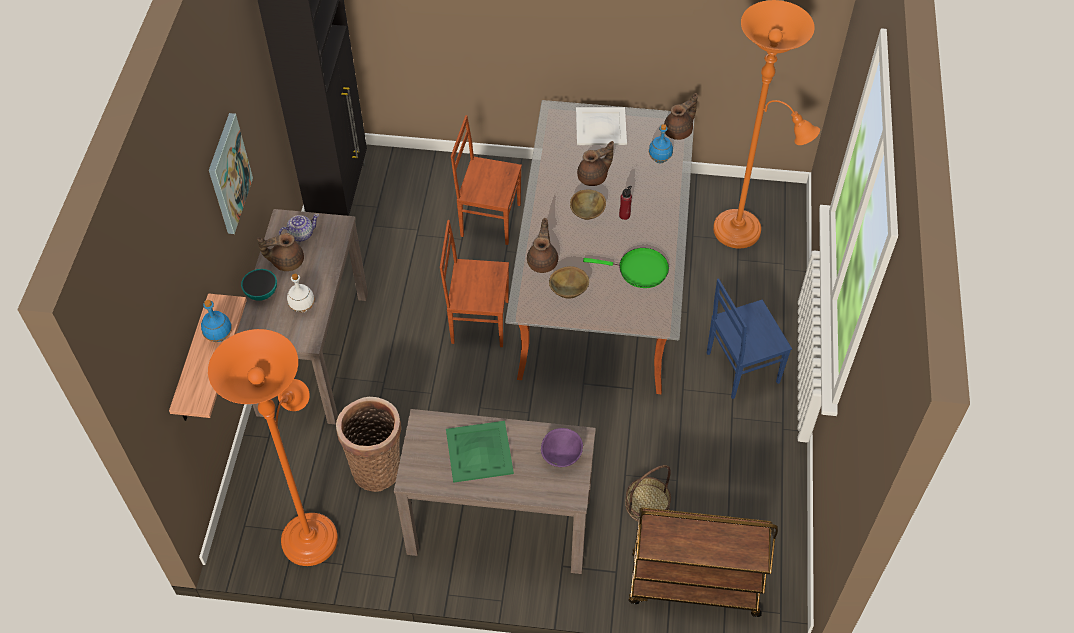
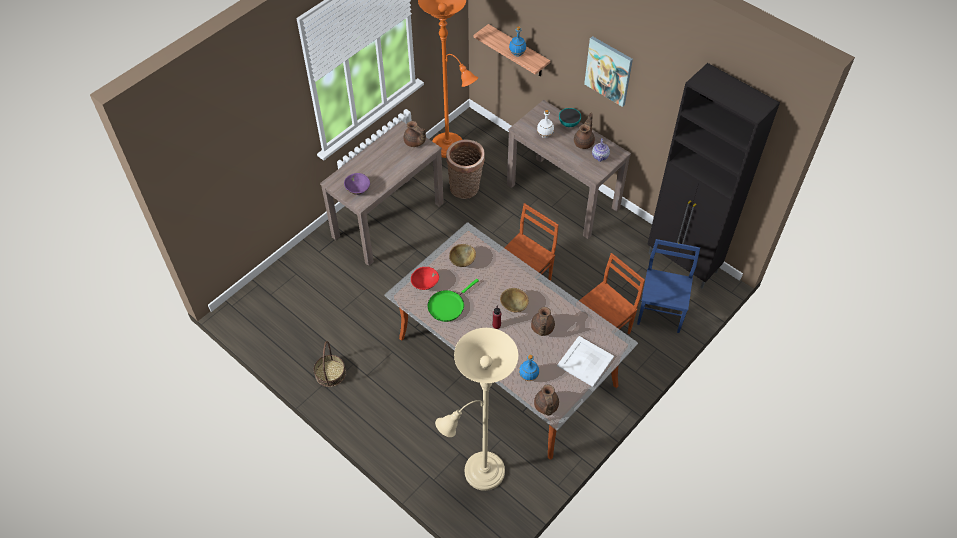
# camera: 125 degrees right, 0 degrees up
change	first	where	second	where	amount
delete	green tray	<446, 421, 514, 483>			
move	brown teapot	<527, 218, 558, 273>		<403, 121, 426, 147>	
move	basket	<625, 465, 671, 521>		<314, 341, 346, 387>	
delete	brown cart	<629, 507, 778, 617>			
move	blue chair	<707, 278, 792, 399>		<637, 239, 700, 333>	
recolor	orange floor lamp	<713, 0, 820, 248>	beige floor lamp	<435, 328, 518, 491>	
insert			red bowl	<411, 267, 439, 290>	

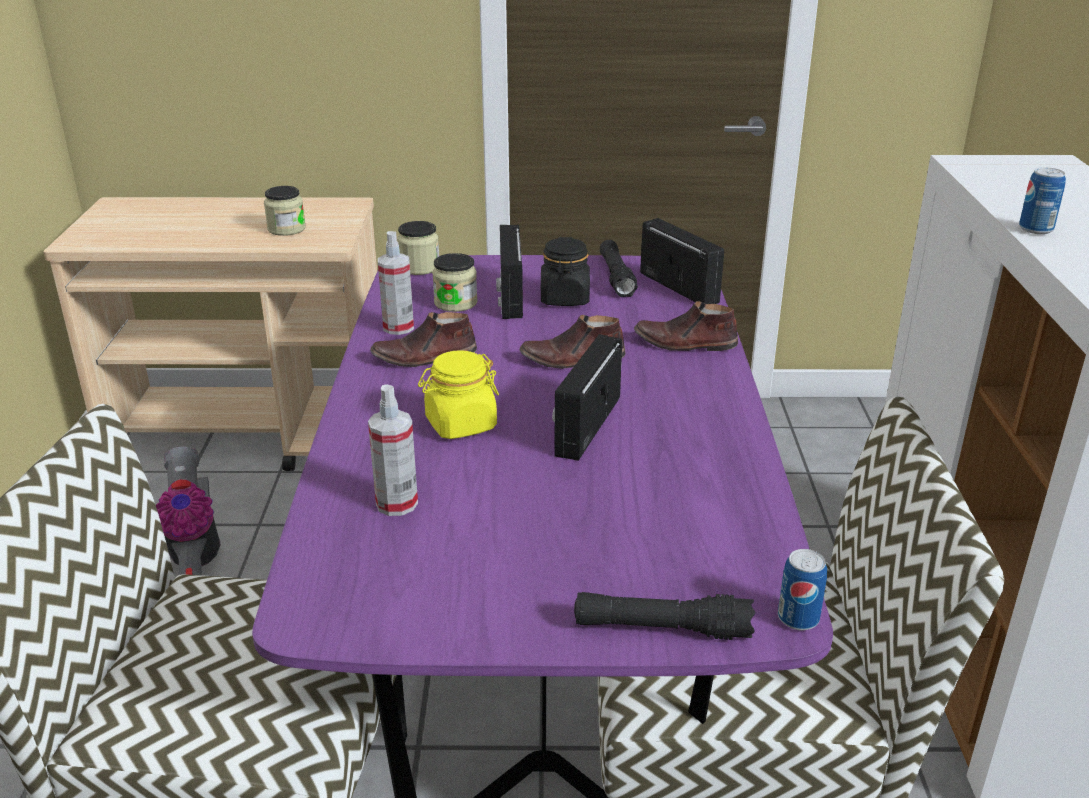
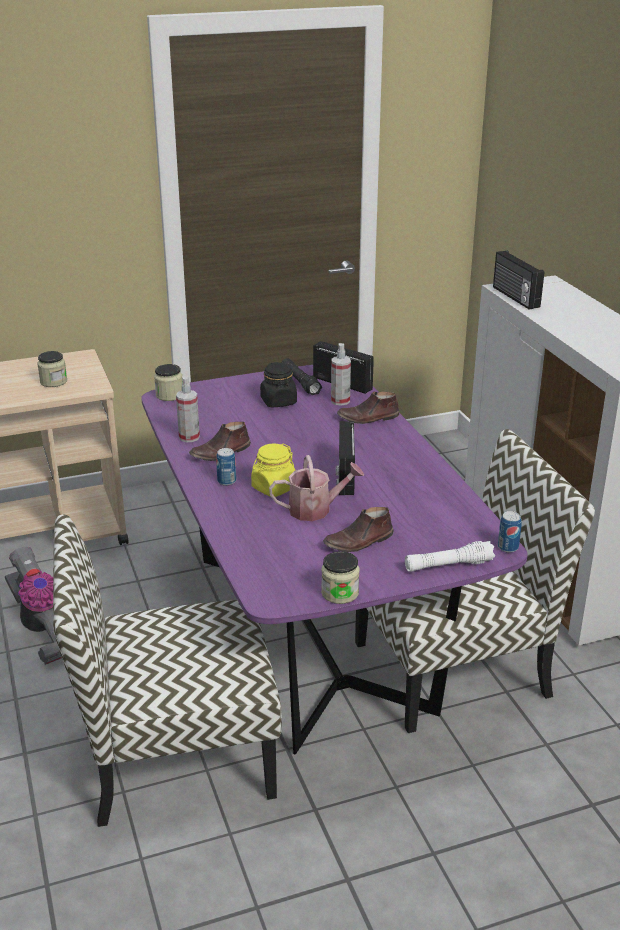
# camera: 20 degrees left, 0 degrees up
change	first	where	second	where	amount
move	spray bottle	<368, 384, 418, 516>		<331, 343, 351, 406>	
move	jar	<432, 253, 478, 312>		<321, 551, 360, 604>	
move	radio	<496, 225, 523, 319>		<493, 250, 544, 309>	
move	brown shoe	<520, 315, 625, 369>		<323, 507, 393, 552>	
recolor	black flashlight	<574, 592, 755, 640>	white flashlight	<405, 541, 495, 572>	
move	can	<1019, 167, 1066, 234>		<216, 448, 236, 486>	
insert			watering can	<269, 455, 364, 521>	

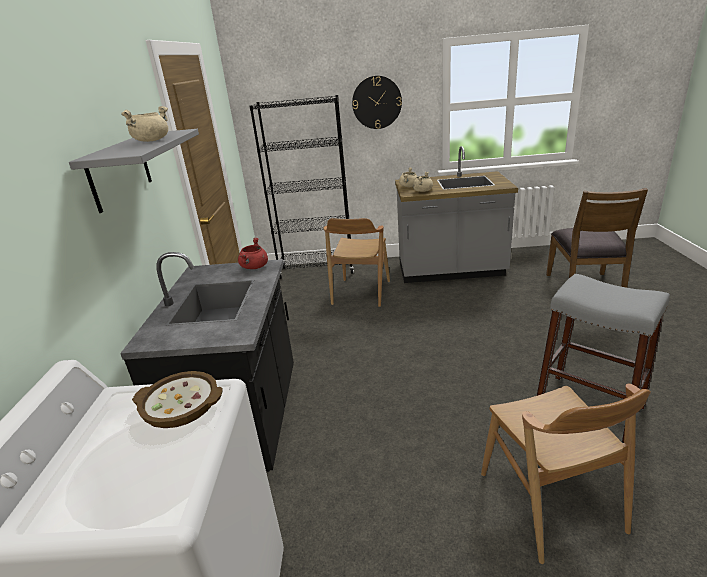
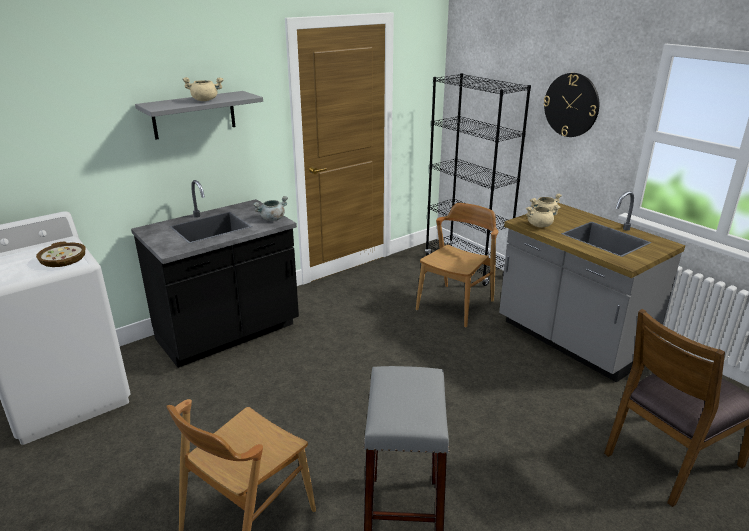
# camera: 50 degrees right, 0 degrees up
change	first	where	second	where	amount
recolor	red cooking pot	<238, 238, 268, 269>	grey cooking pot	<252, 196, 288, 221>	
rotate	brown chair	<323, 218, 390, 307>		<416, 203, 498, 328>	150 degrees clockwise

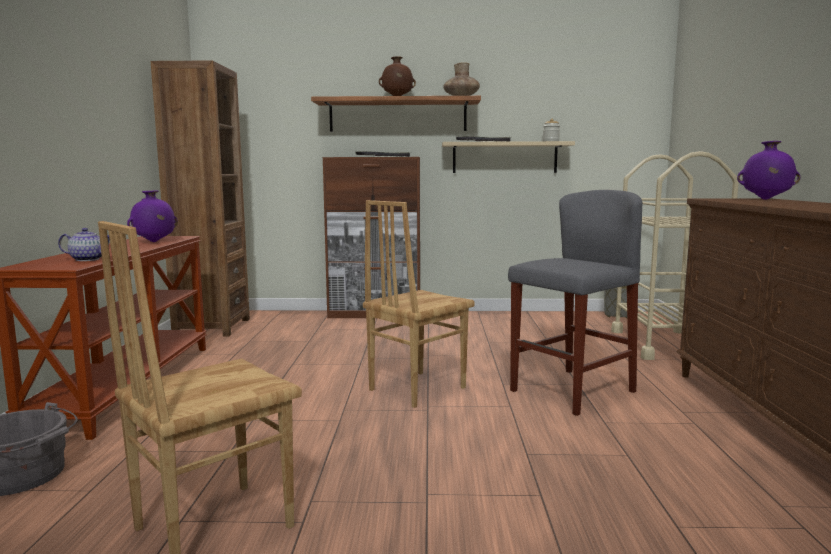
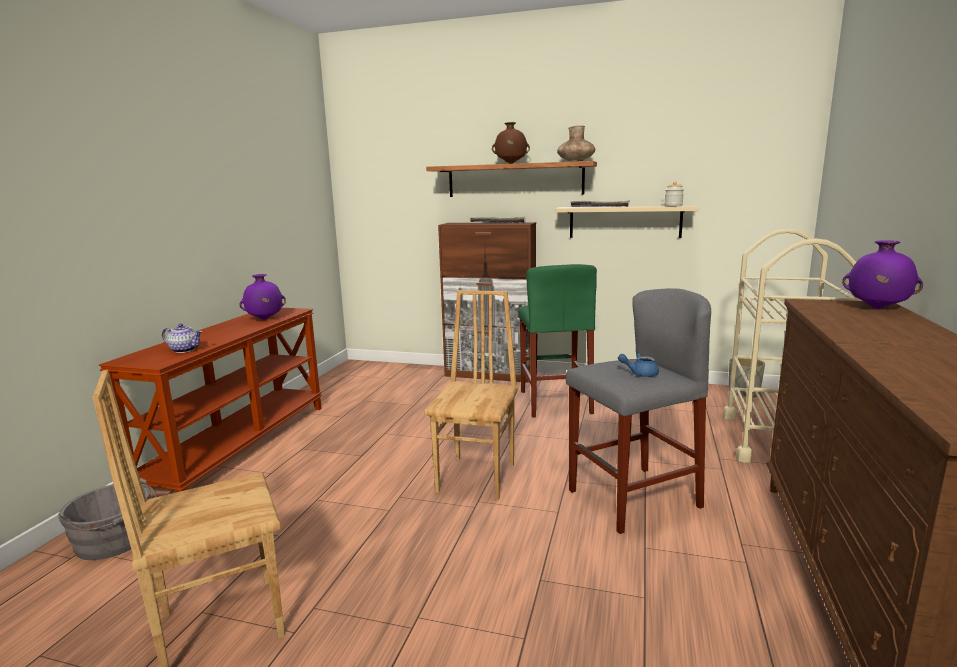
# camera: 15 degrees right, 5 degrees up
change	first	where	second	where	amount
delete	brown bookcase	<151, 60, 250, 336>			
rotate	brown chair	<363, 200, 475, 408>		<425, 290, 518, 500>	135 degrees clockwise
insert			green stool	<519, 264, 597, 418>	
insert			blue teapot	<618, 353, 659, 377>	

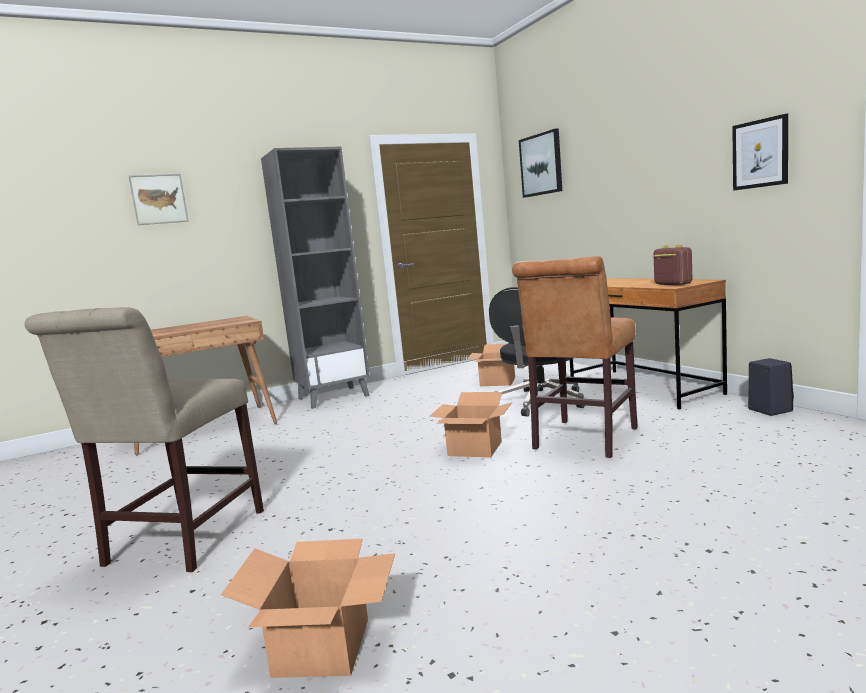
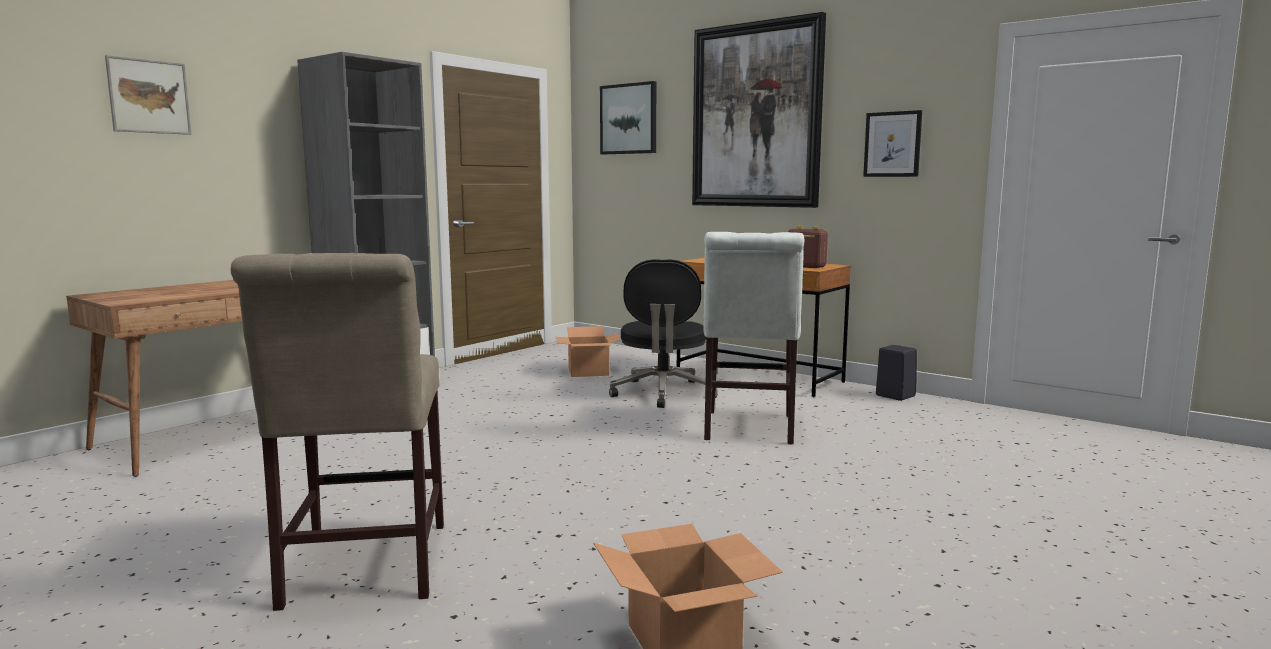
# camera: 25 degrees left, 0 degrees up
change	first	where	second	where	amount
delete	cardboard box	<429, 392, 512, 458>			
recolor	brown chair	<512, 256, 638, 458>	white chair	<703, 232, 805, 445>	
insert			picture	<692, 12, 826, 208>	

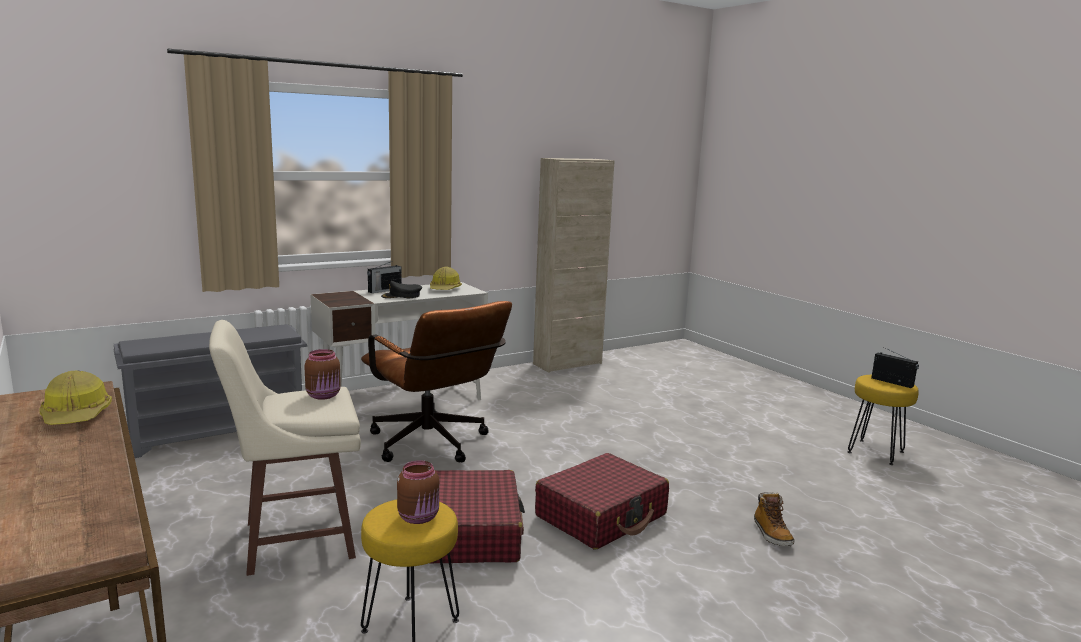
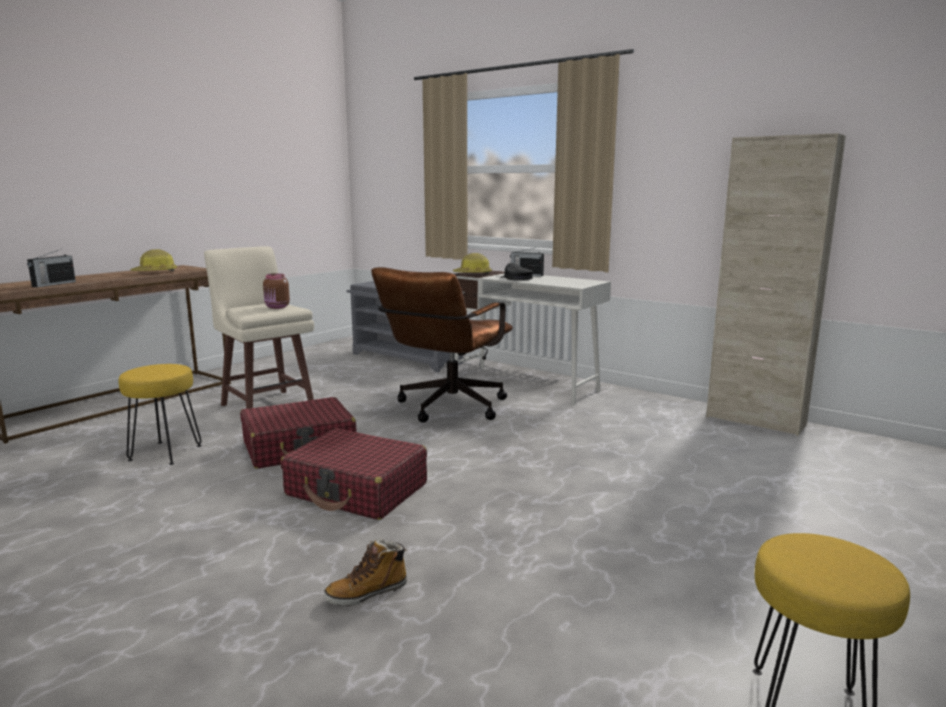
# camera: 70 degrees right, 0 degrees up
change	first	where	second	where	amount
delete	brown jar	<397, 460, 439, 524>			
move	hard hat	<430, 267, 462, 290>		<453, 253, 492, 274>	
move	radio	<871, 348, 919, 388>		<27, 248, 76, 288>	

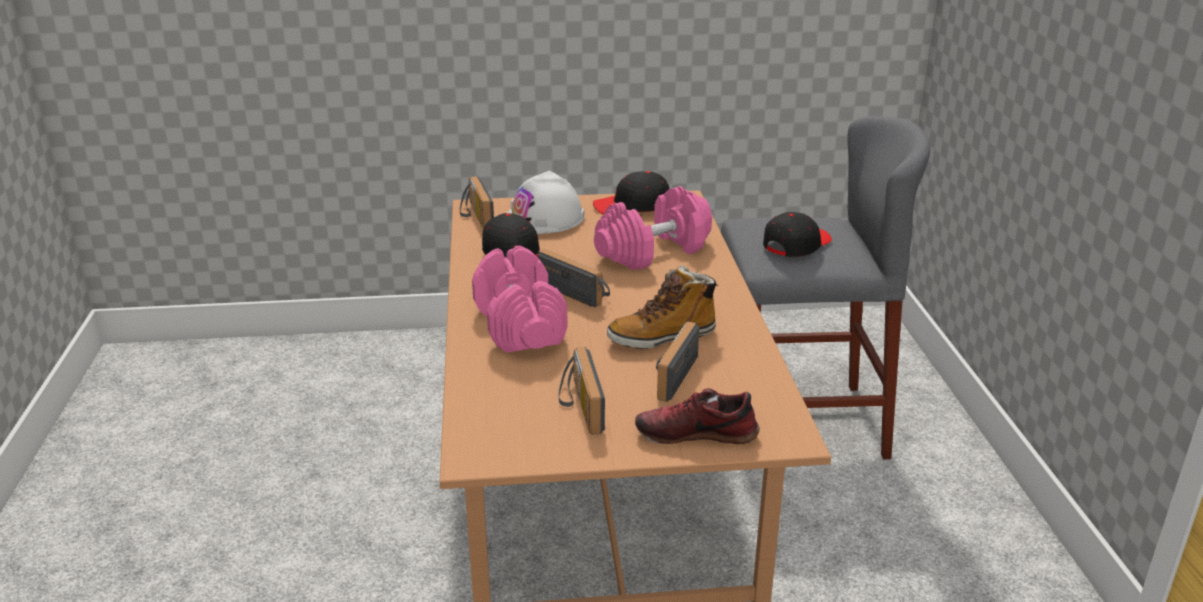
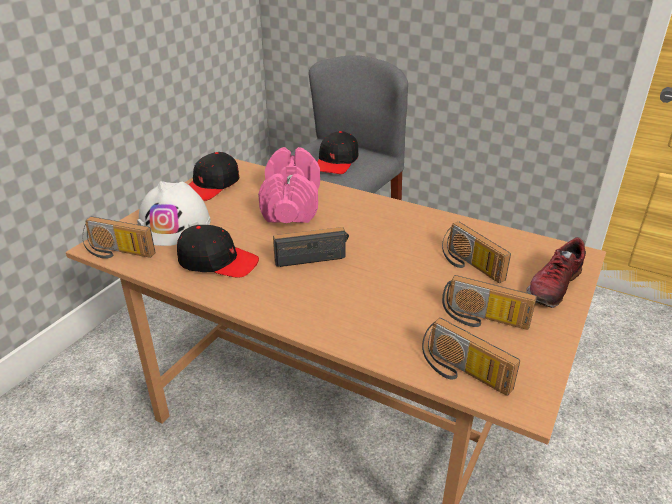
# camera: 55 degrees left, 5 degrees up
change	first	where	second	where	amount
delete	pink dumbbell	<472, 246, 567, 353>			
delete	boot	<607, 266, 718, 349>			
rotate	black cap	<763, 212, 832, 257>		<317, 131, 358, 174>	150 degrees counterclockwise
insert			radio	<422, 318, 520, 396>	

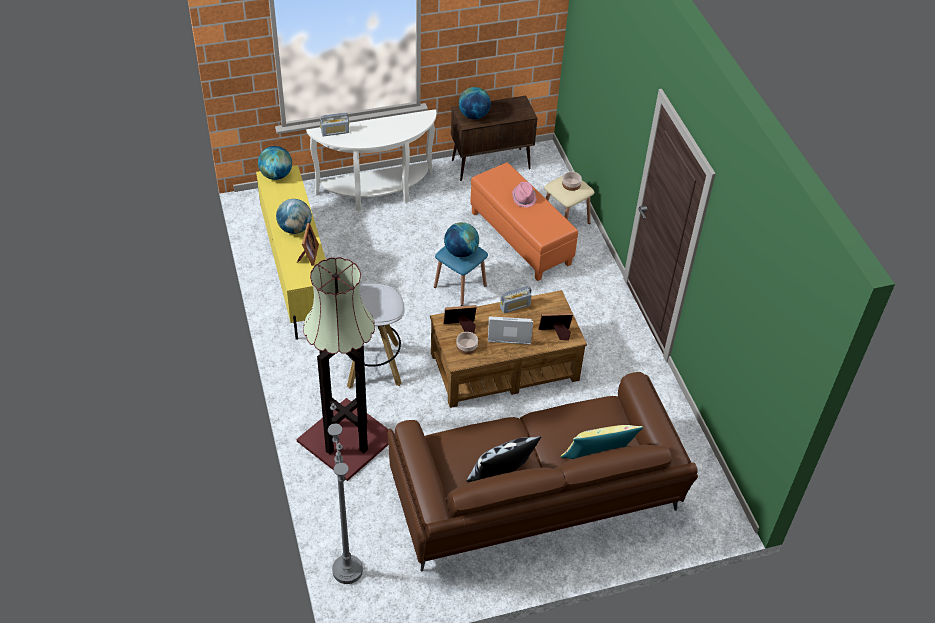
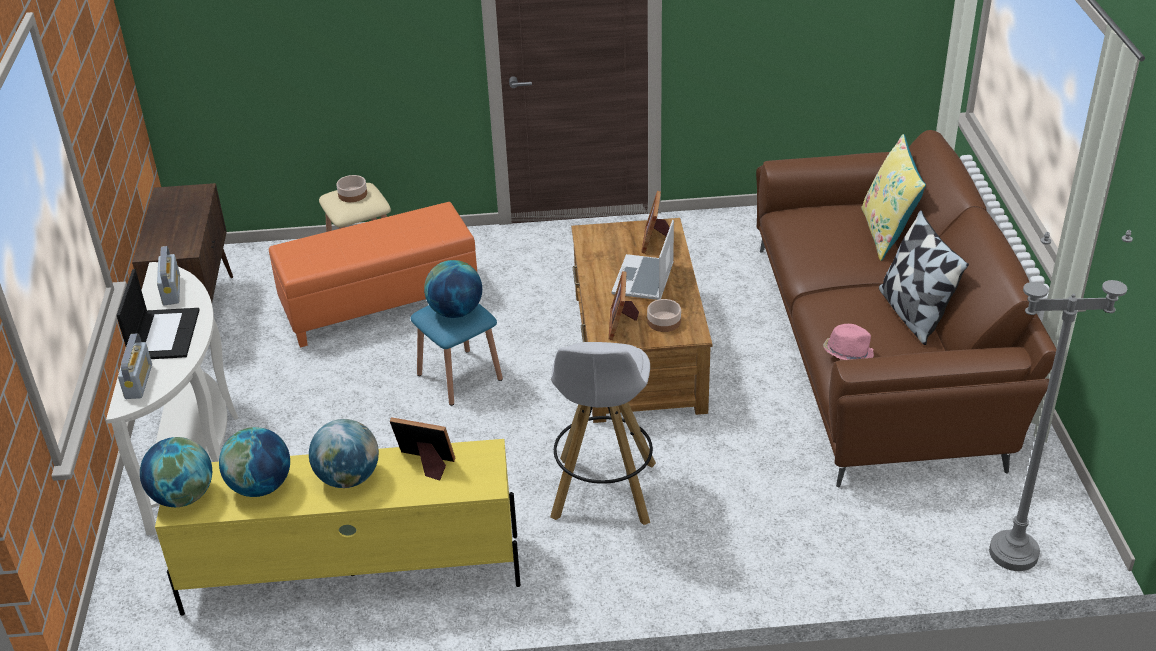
# camera: 75 degrees left, 10 degrees down
change	first	where	second	where	amount
delete	floor lamp	<297, 257, 389, 481>			
move	globe	<459, 87, 491, 120>		<219, 427, 290, 497>	
move	radio	<500, 286, 532, 313>		<157, 246, 180, 305>	
move	pink hat	<512, 182, 537, 208>		<823, 324, 874, 360>	
insert			laptop	<116, 269, 200, 359>	

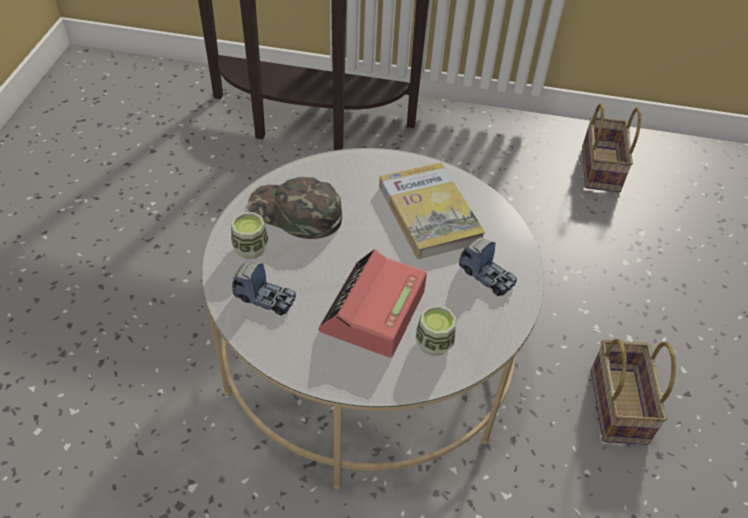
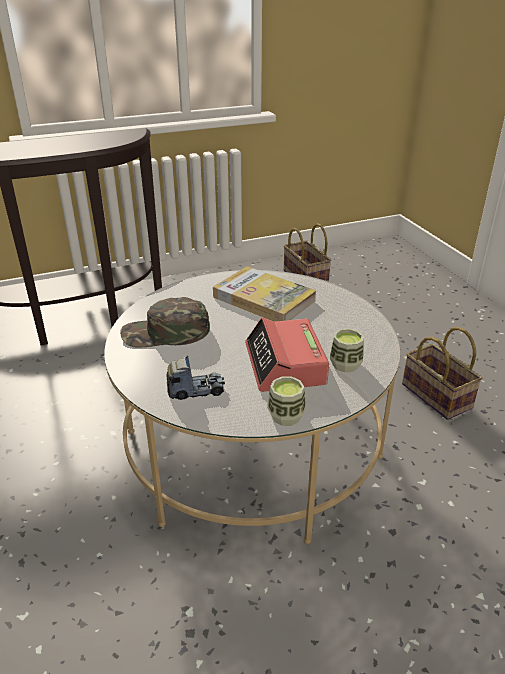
# camera: 30 degrees left, 15 degrees down
change	first	where	second	where	amount
move	cup	<231, 212, 269, 259>		<267, 377, 306, 426>	
delete	toy truck	<459, 237, 517, 296>			

